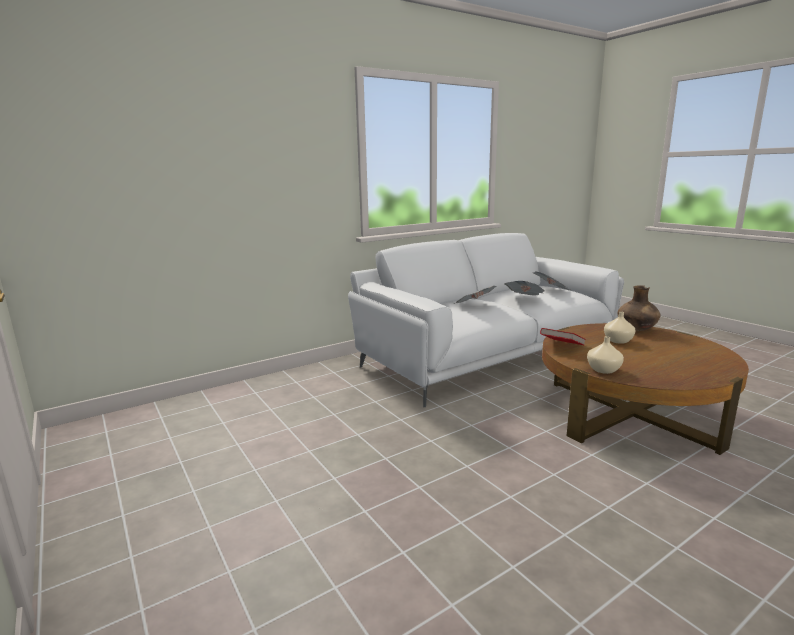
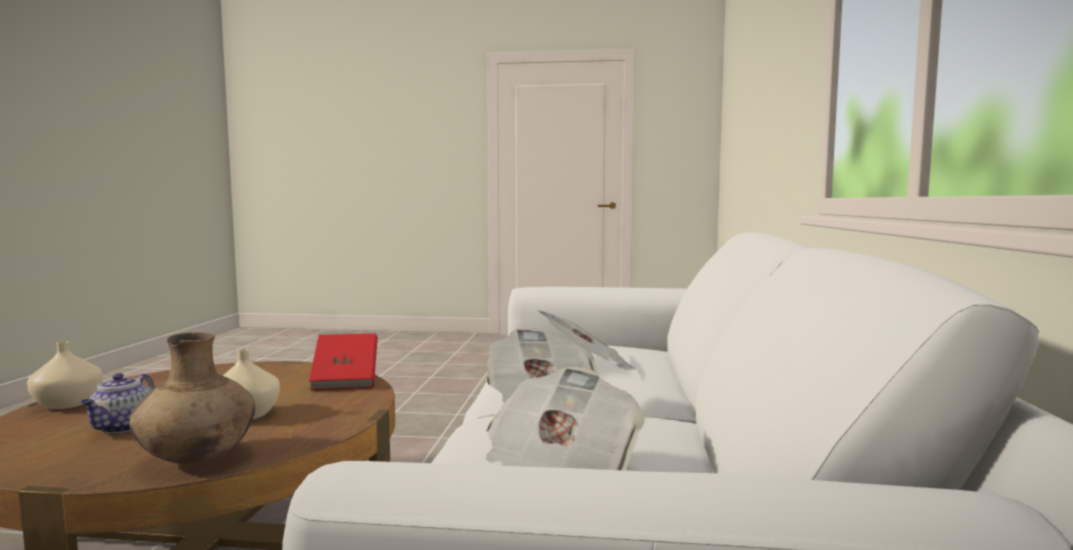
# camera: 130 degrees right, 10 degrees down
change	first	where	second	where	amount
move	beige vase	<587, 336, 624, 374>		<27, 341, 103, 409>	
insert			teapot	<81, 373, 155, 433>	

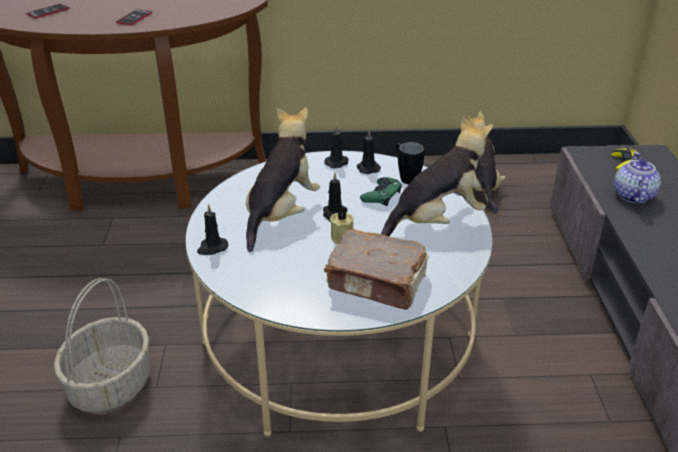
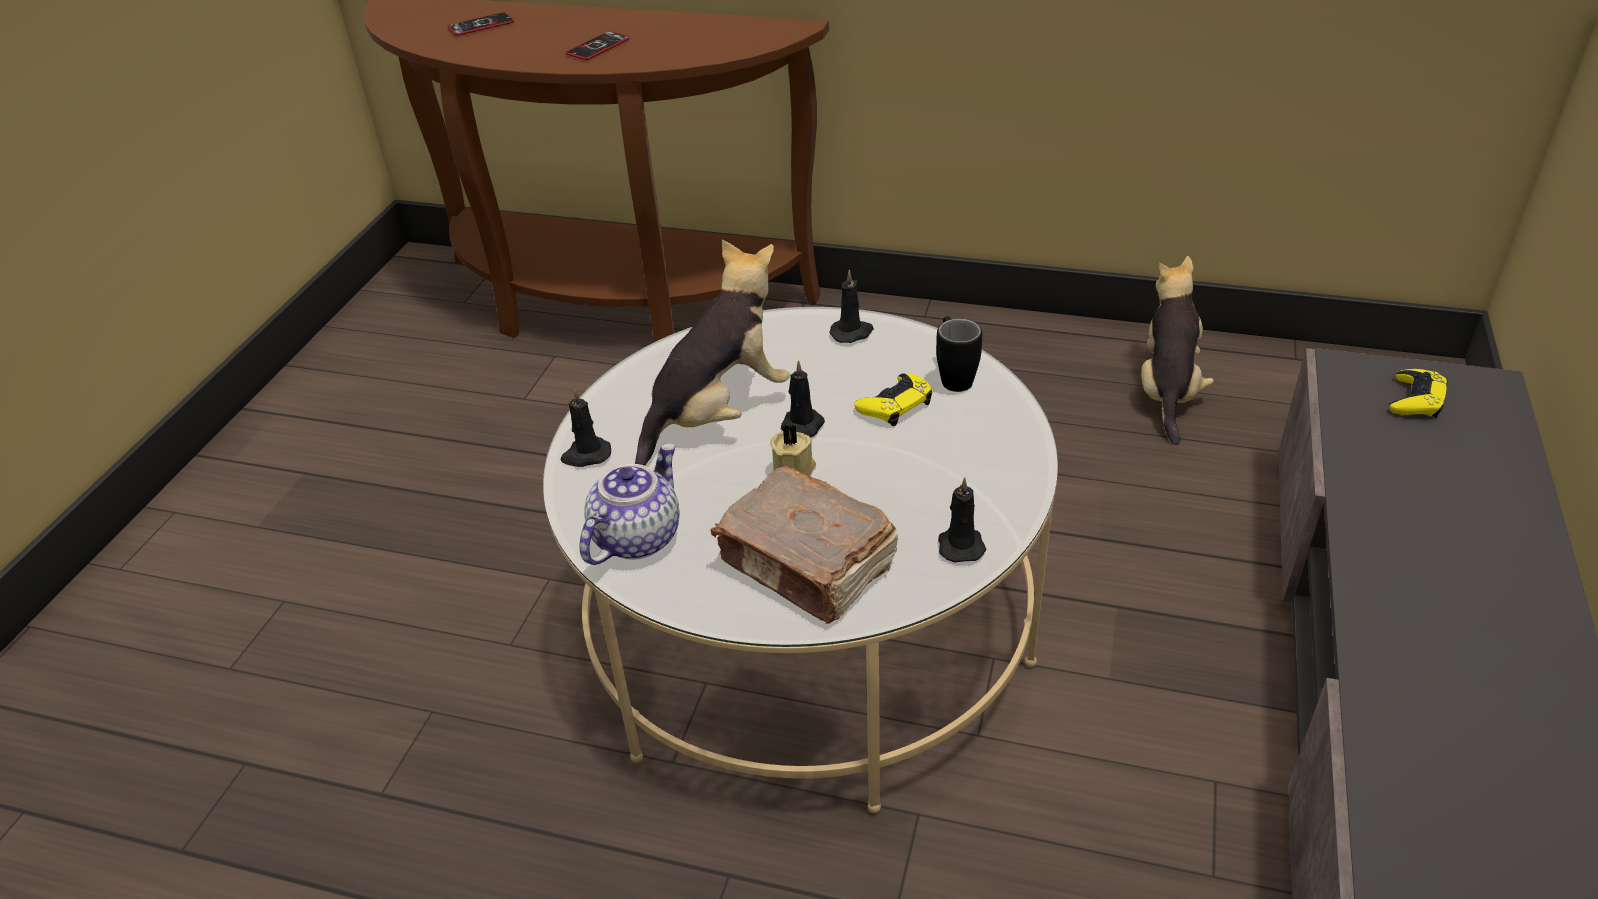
# camera: 20 degrees right, 5 degrees up
change	first	where	second	where	amount
delete	basket	<54, 278, 151, 413>			
move	black candle	<357, 130, 381, 174>		<938, 477, 986, 563>	
recolor	green game controller	<360, 177, 402, 206>	yellow game controller	<854, 373, 932, 426>	
delete	plush toy	<381, 116, 493, 236>			
move	teapot	<614, 152, 661, 204>		<579, 443, 680, 565>	

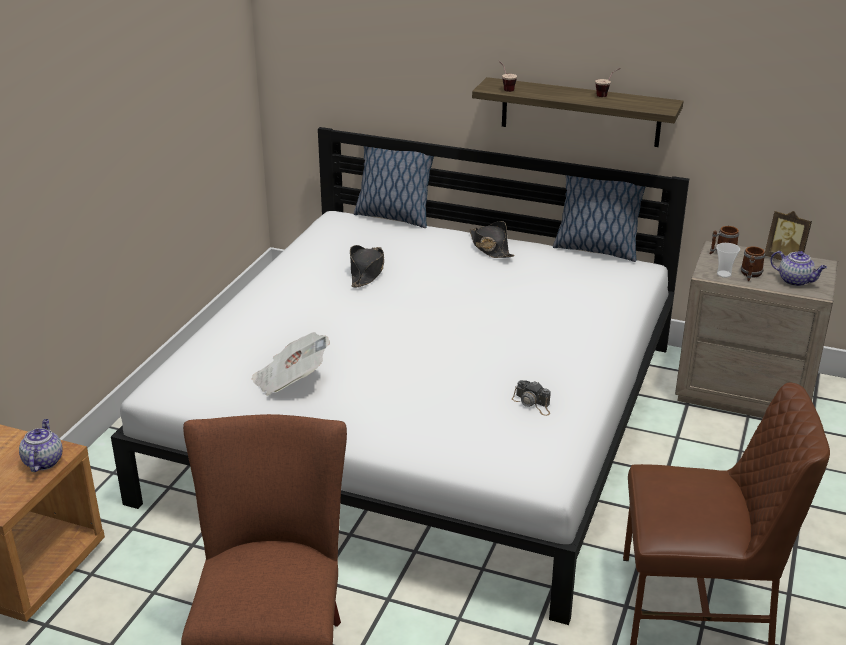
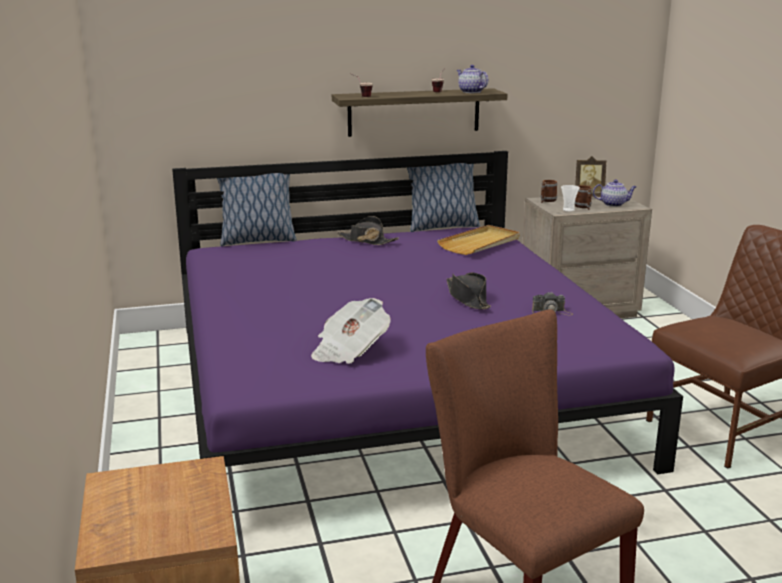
# camera: 35 degrees left, 10 degrees down
change	first	where	second	where	amount
move	teapot	<19, 419, 62, 472>		<457, 65, 488, 93>	
recolor	white bed	<111, 127, 689, 625>	purple bed	<172, 151, 683, 474>	
move	black hat	<350, 245, 384, 287>		<446, 273, 491, 309>	
insert			beige tray	<437, 225, 520, 255>	

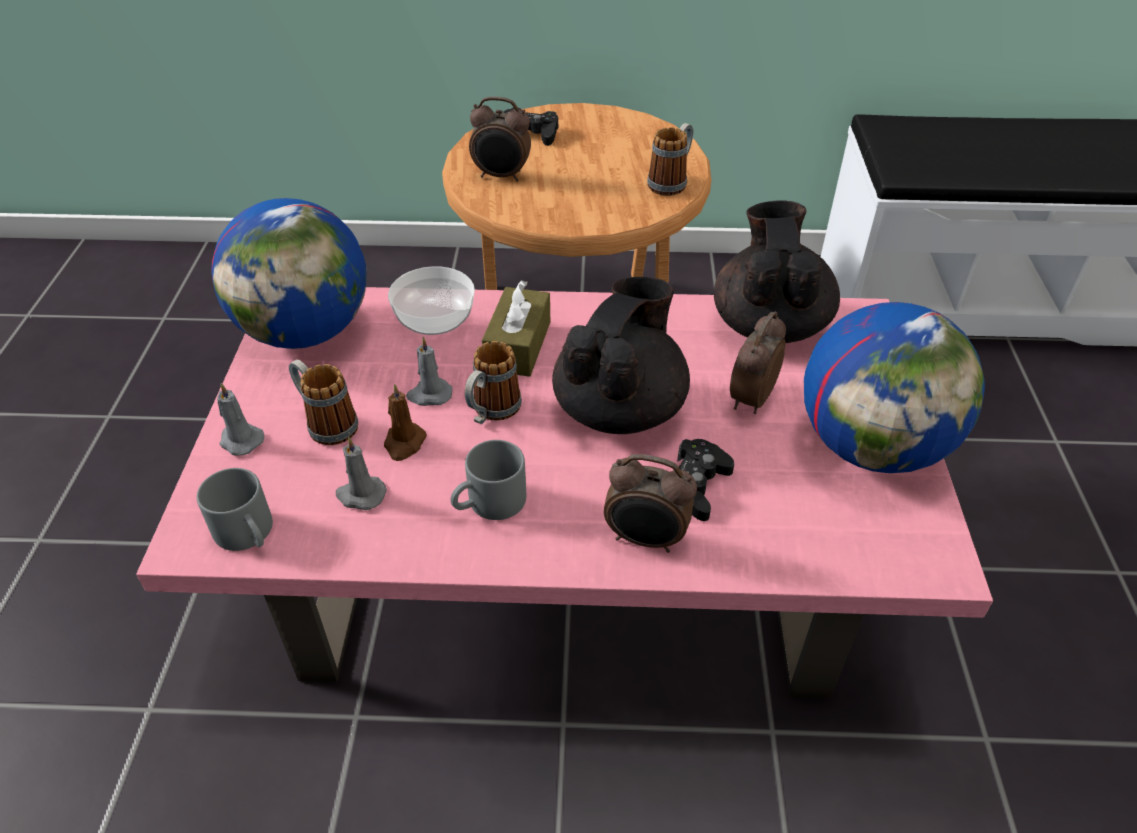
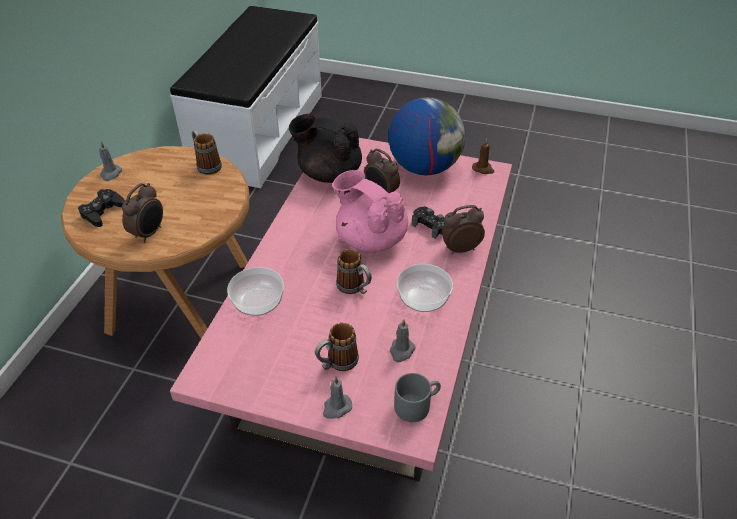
# camera: 75 degrees left, 0 degrees up
change	first	where	second	where	amount
delete	globe	<211, 198, 367, 349>			
move	brown candle	<384, 384, 427, 461>		<472, 139, 494, 174>	
move	grey candle	<406, 337, 452, 406>		<99, 142, 122, 181>	
replace	grey mug	<451, 440, 526, 520>	bowl	<397, 264, 453, 312>	
delete	brown tissue box	<482, 280, 550, 377>			
recolor	black teapot	<552, 277, 690, 434>	pink teapot	<333, 170, 408, 252>	
rotate	alarm clock	<604, 454, 697, 553>		<442, 205, 485, 254>	135 degrees counterclockwise

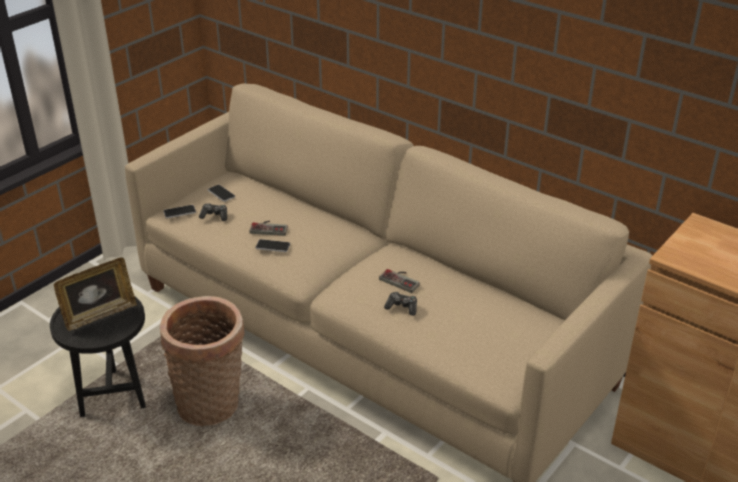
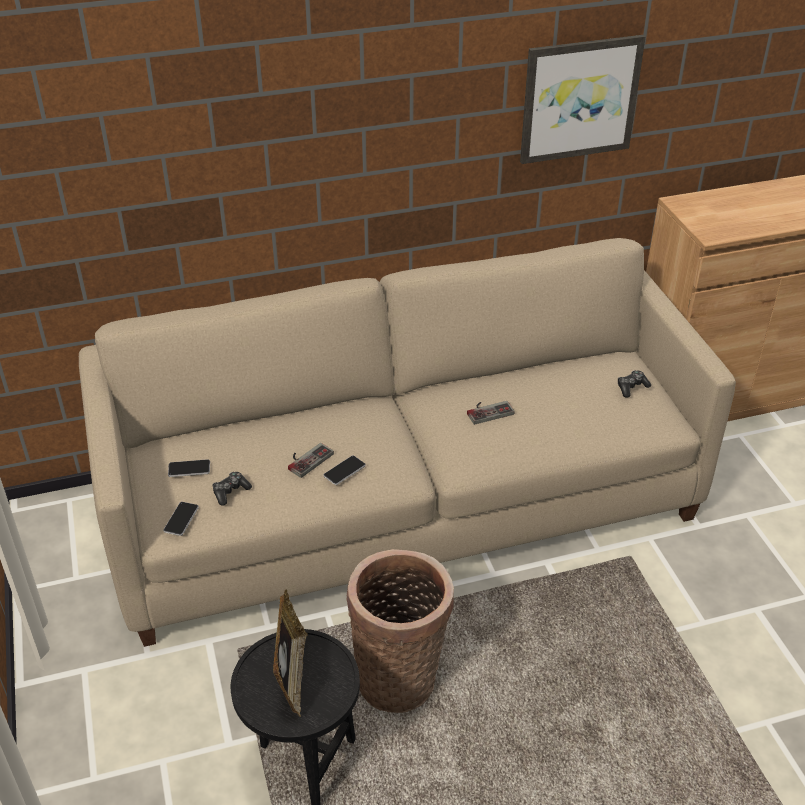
# camera: 55 degrees left, 5 degrees up
change	first	where	second	where	amount
move	game controller	<384, 292, 417, 316>		<618, 370, 651, 398>	
insert			picture	<520, 35, 645, 164>	

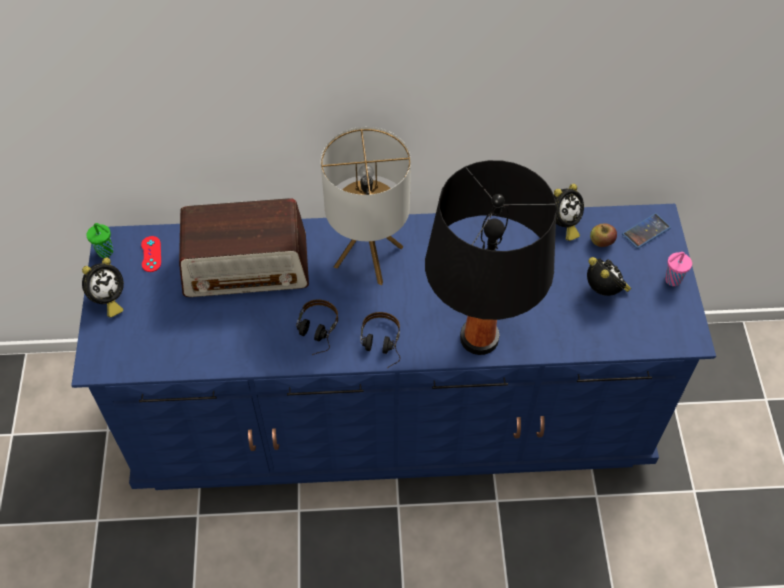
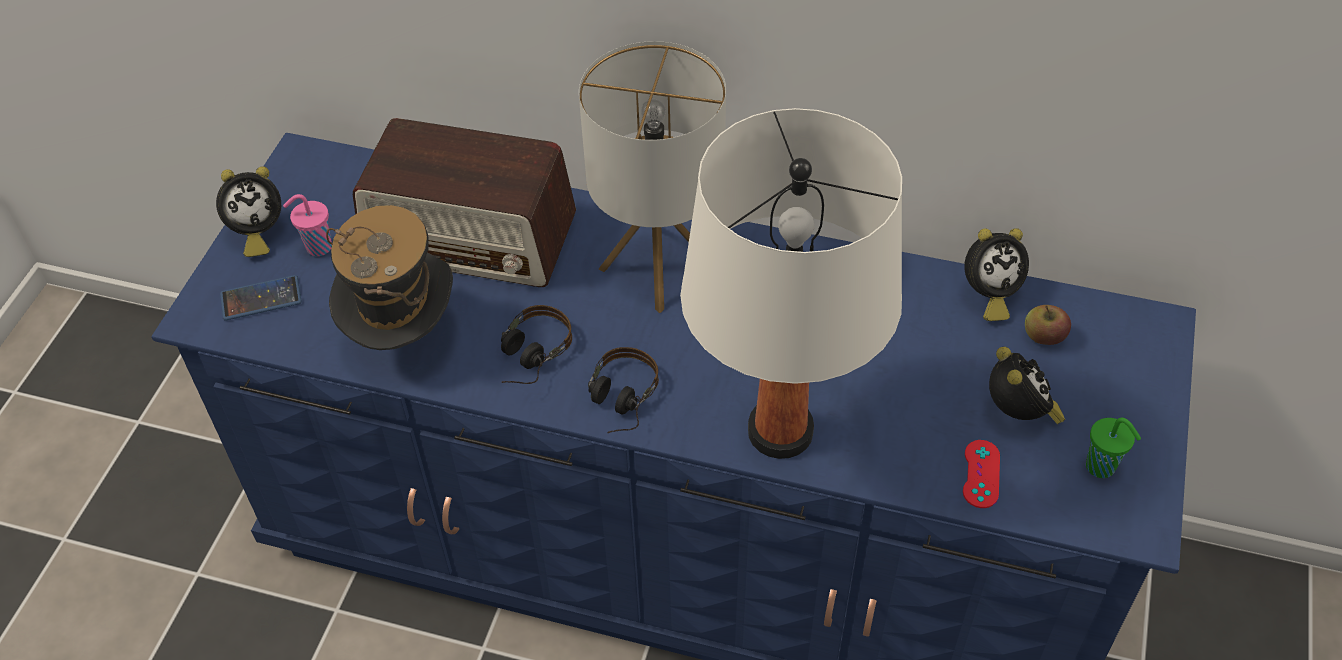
# camera: 20 degrees right, 5 degrees down
change	first	where	second	where	amount
move	green cup	<86, 223, 113, 258>		<1086, 418, 1141, 478>	
move	red game controller	<141, 236, 161, 272>		<963, 440, 1000, 508>	
recolor	black table lamp	<425, 160, 557, 355>	white table lamp	<680, 108, 902, 459>	
move	phone	<622, 213, 671, 249>		<220, 275, 302, 321>	
move	pink cup	<665, 252, 692, 286>		<283, 194, 332, 256>	
insert			hat	<326, 205, 453, 350>	

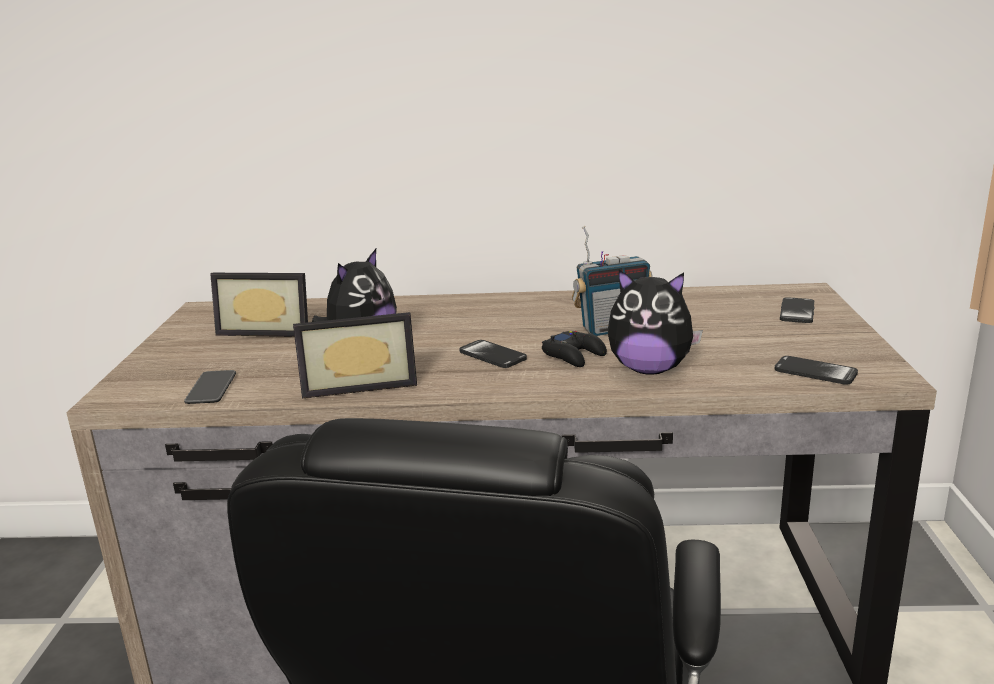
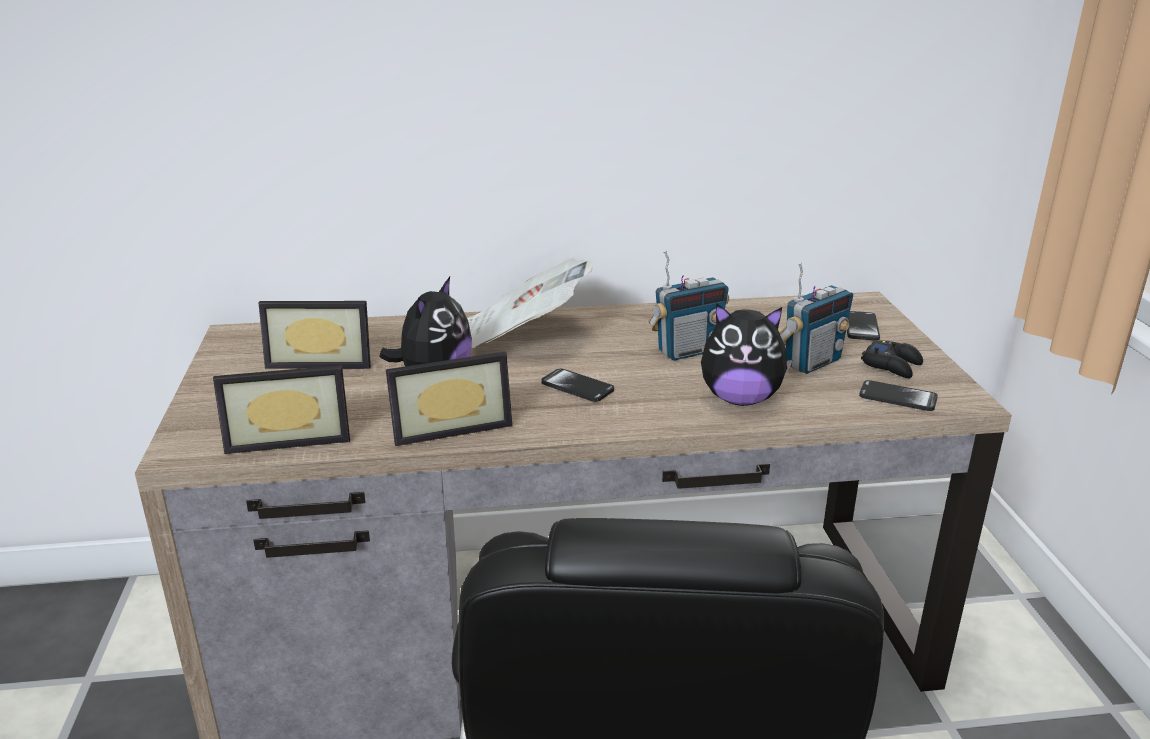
# camera: 10 degrees left, 5 degrees up
change	first	where	second	where	amount
replace	phone	<184, 370, 236, 404>	picture frame	<213, 365, 350, 454>	
move	black game controller	<542, 331, 607, 367>		<861, 340, 923, 378>	
insert			newspaper	<467, 258, 592, 349>	
insert			radio	<779, 262, 853, 374>	

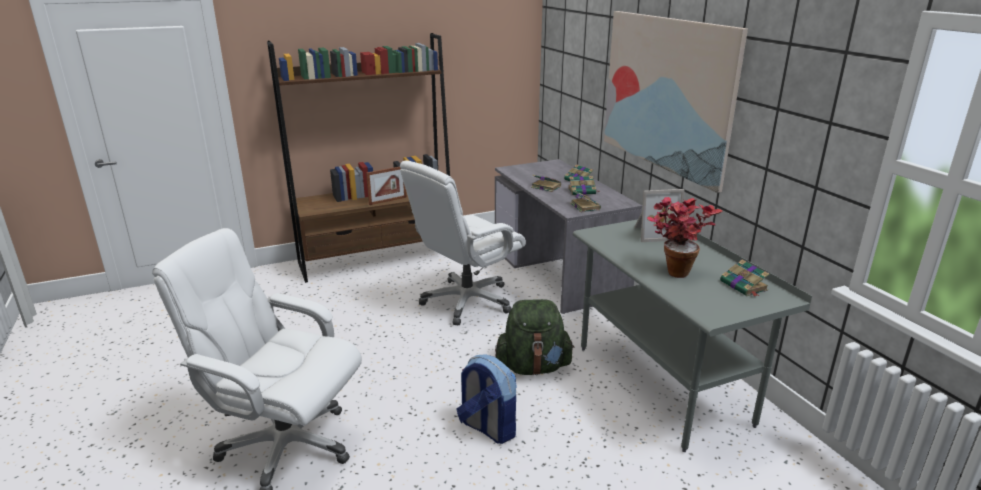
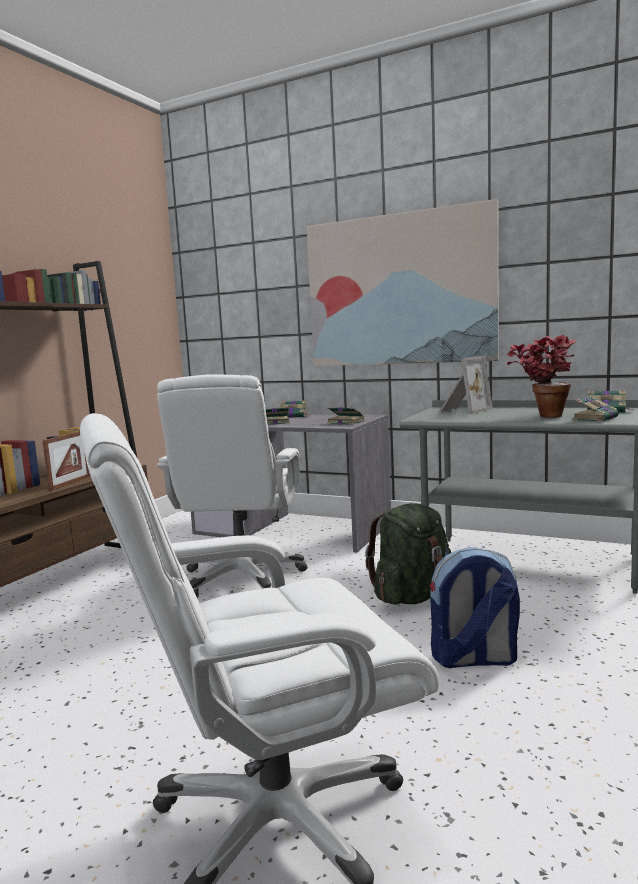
# camera: 40 degrees left, 15 degrees down
change	first	where	second	where	amount
move	book	<568, 176, 599, 195>		<572, 396, 619, 422>	

